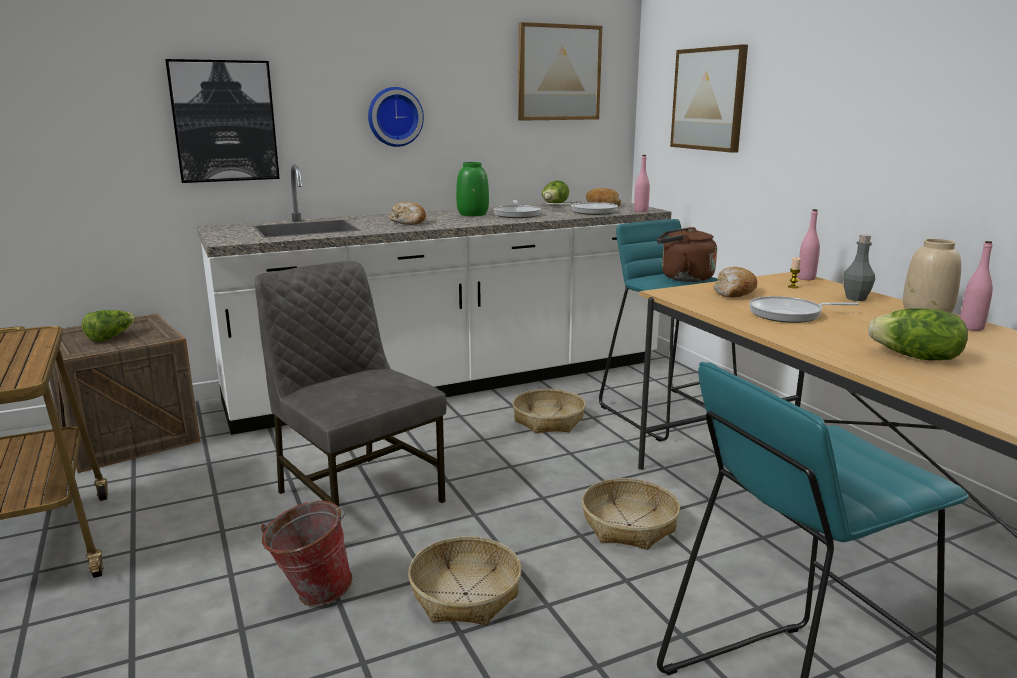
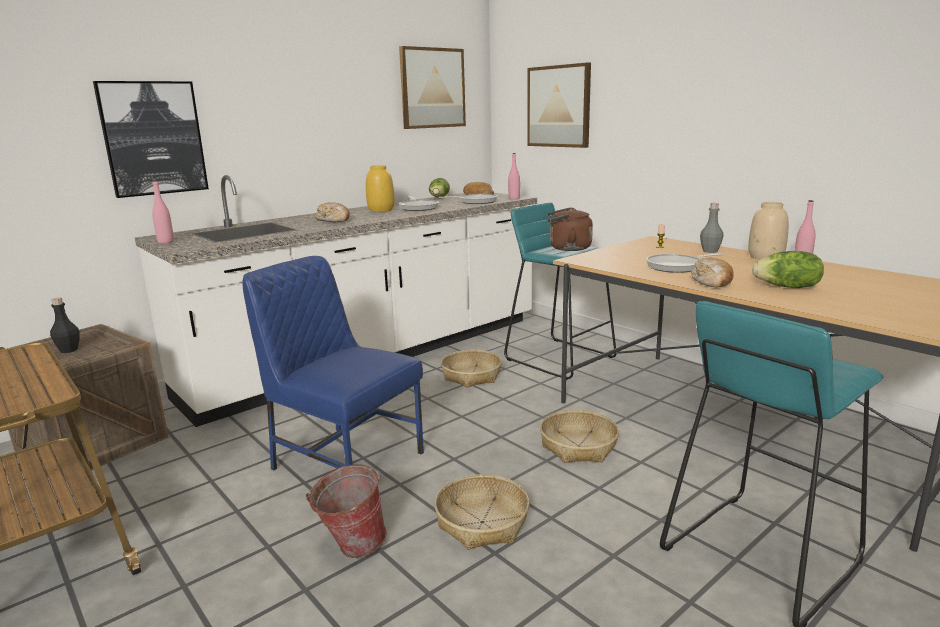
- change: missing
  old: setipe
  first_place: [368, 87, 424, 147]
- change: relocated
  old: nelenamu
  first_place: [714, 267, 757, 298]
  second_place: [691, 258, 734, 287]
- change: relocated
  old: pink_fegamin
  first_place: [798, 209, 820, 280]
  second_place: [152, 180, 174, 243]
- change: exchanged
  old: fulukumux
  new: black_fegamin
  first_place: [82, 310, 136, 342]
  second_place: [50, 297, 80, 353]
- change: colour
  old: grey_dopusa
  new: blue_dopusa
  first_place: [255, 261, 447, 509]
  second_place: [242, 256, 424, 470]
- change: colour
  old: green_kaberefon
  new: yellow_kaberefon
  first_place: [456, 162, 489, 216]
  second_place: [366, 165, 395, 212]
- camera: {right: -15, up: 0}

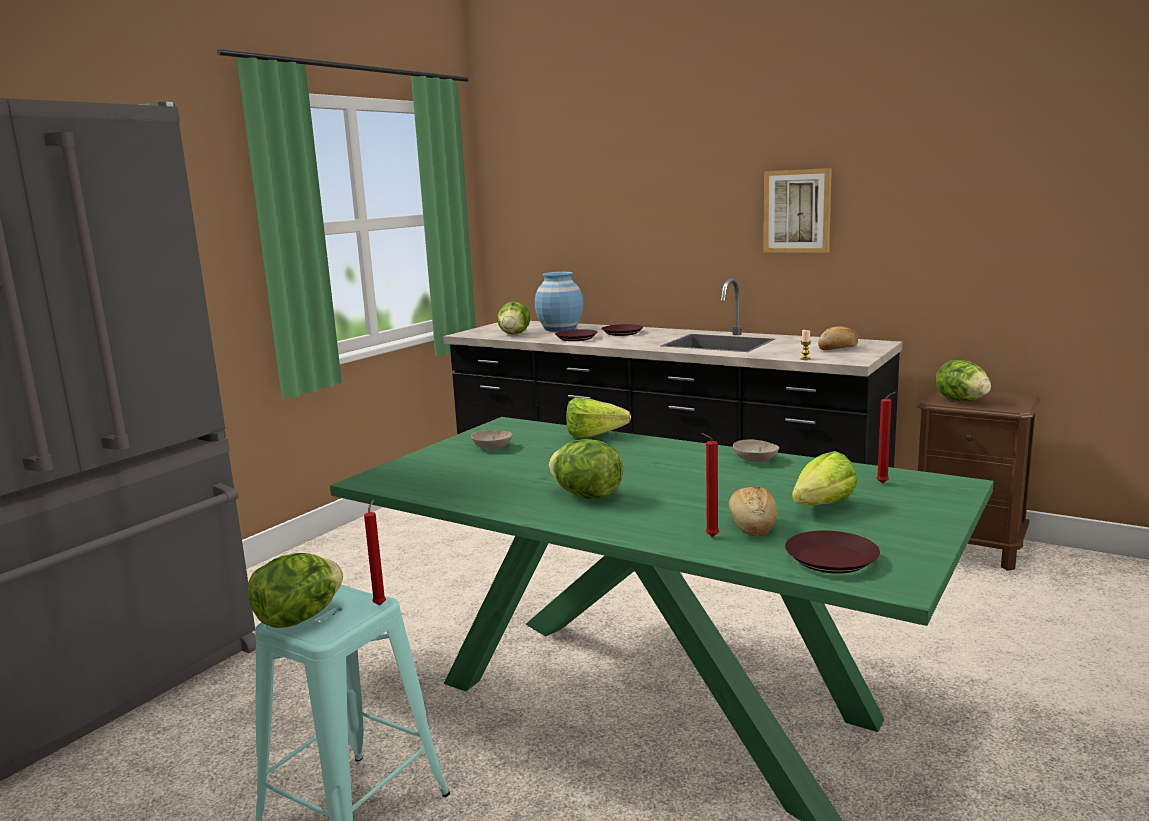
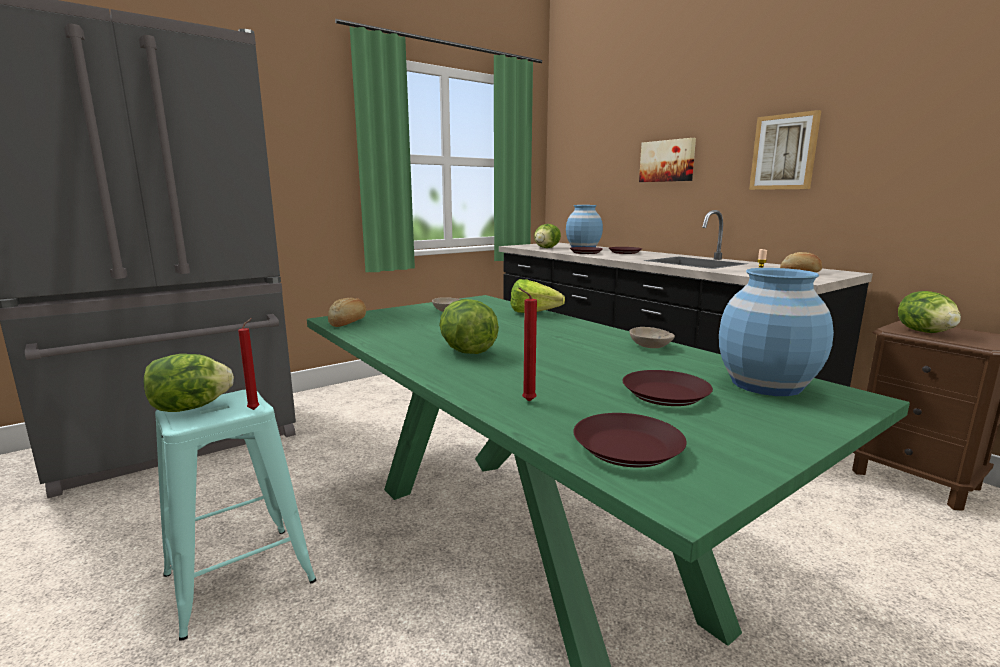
- change: appeared
  new: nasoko
  second_place: [639, 138, 696, 182]
- change: relocated
  old: nelenamu
  first_place: [728, 486, 777, 537]
  second_place: [328, 298, 366, 327]
- change: exchanged
  old: fulukumux
  new: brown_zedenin
  first_place: [792, 451, 857, 505]
  second_place: [623, 370, 713, 406]
- change: exchanged
  old: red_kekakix
  new: blue_kaberefon
  first_place: [876, 392, 896, 483]
  second_place: [719, 268, 834, 396]
- camera: {right: 20, up: 0}

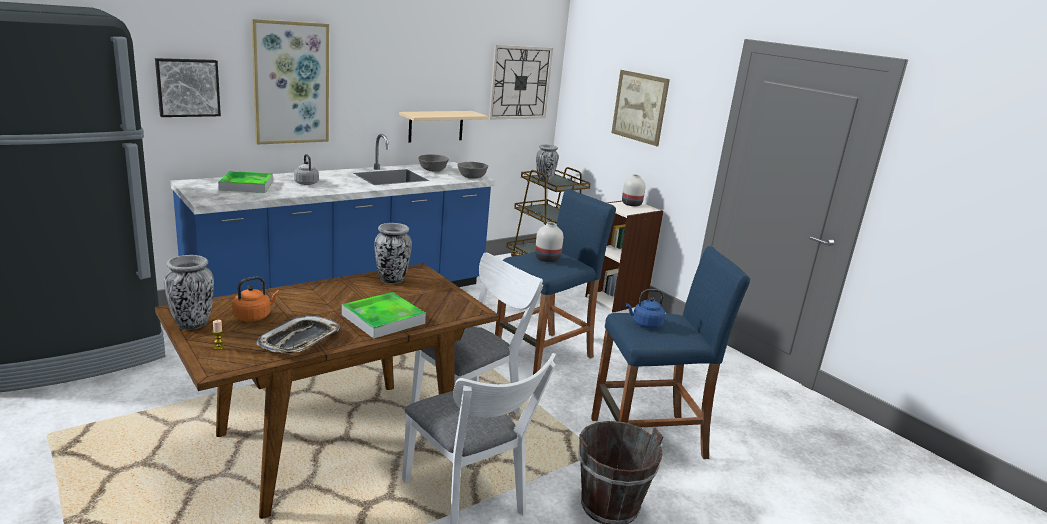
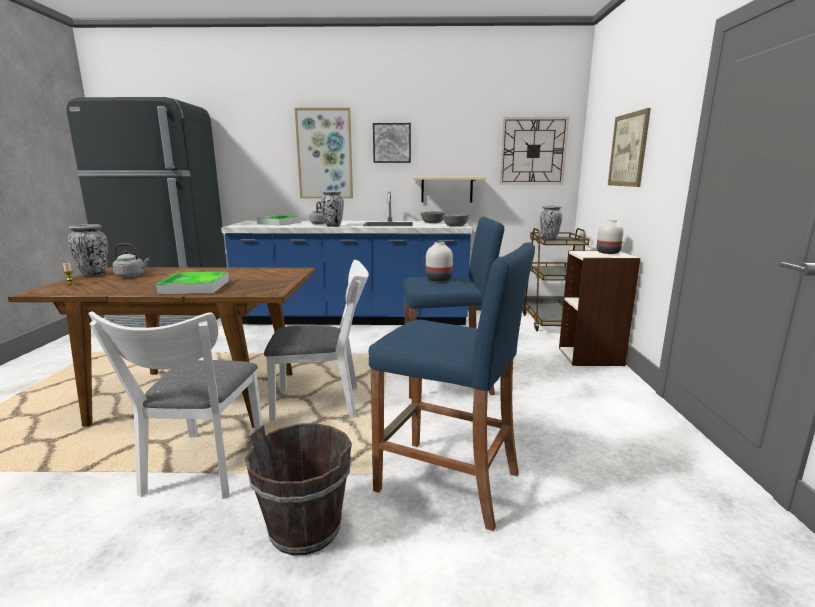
- change: missing
  old: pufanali
  first_place: [256, 315, 340, 353]
- change: missing
  old: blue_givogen
  first_place: [626, 289, 665, 329]
- change: relocated
  old: nasoko
  first_place: [155, 58, 221, 117]
  second_place: [373, 123, 411, 163]
- change: relocated
  old: kaberefon
  first_place: [374, 223, 412, 284]
  second_place: [321, 191, 344, 227]
- change: colour
  old: orange_givogen
  new: grey_givogen
  first_place: [232, 277, 280, 322]
  second_place: [113, 243, 149, 278]
- camera: {right: 40, up: -5}

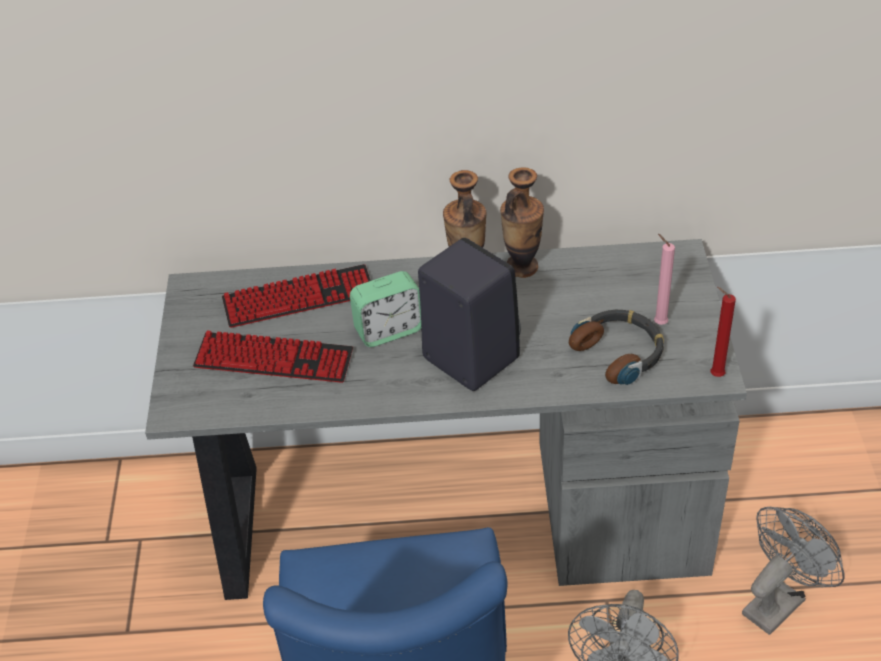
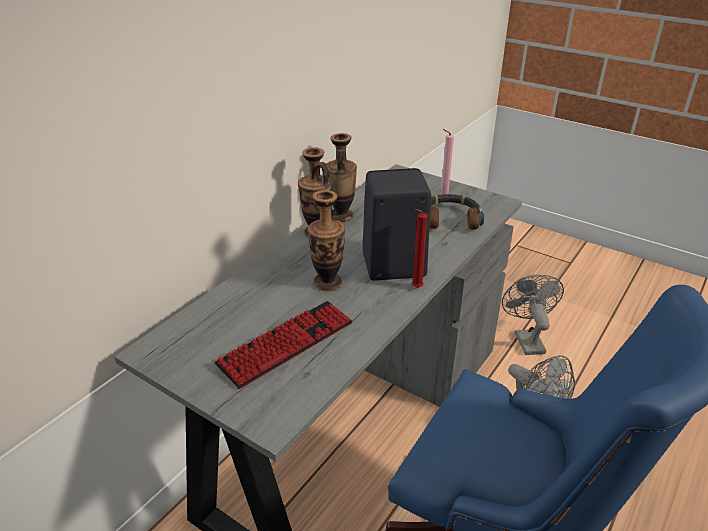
- change: missing
  old: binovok
  first_place: [222, 264, 371, 328]
- change: relocated
  old: red_kekakix
  first_place: [711, 287, 736, 377]
  second_place: [412, 209, 428, 288]
- change: exchanged
  old: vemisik
  new: kaberefon
  first_place: [350, 271, 421, 347]
  second_place: [307, 190, 345, 291]
- camera: {right: -55, up: -10}

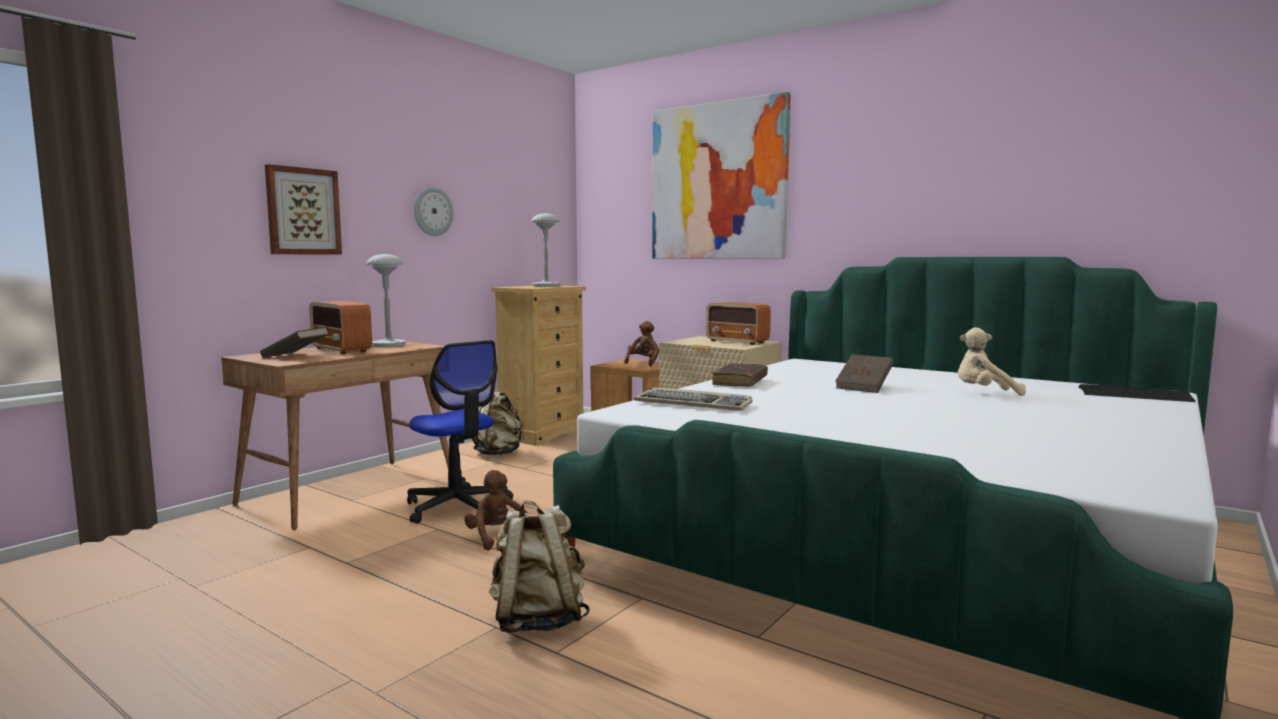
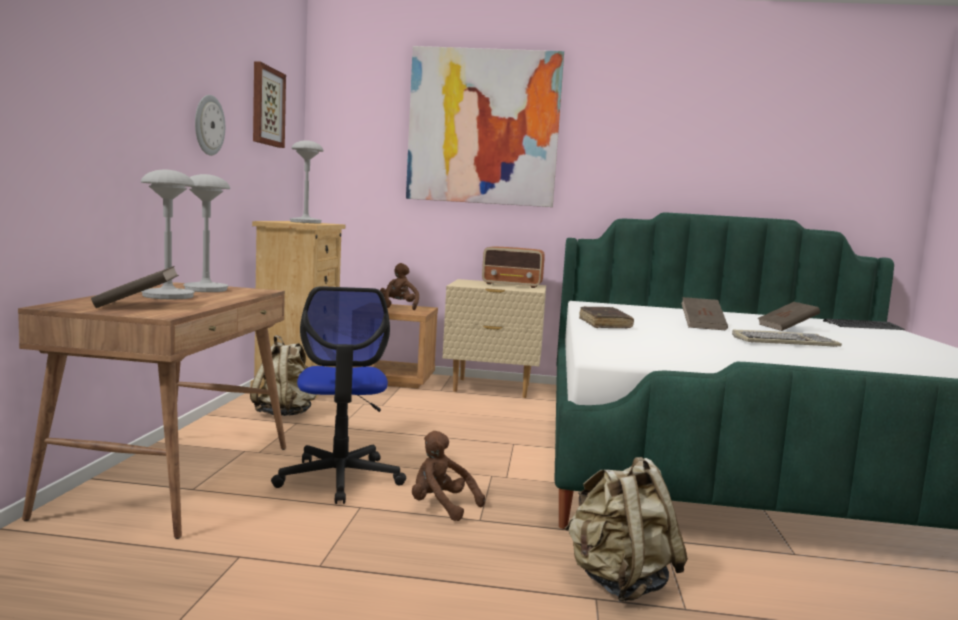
- change: relocated
  old: nasoko
  first_place: [265, 164, 342, 255]
  second_place: [253, 61, 286, 148]
- change: relocated
  old: binovok
  first_place: [634, 388, 753, 411]
  second_place: [732, 330, 842, 347]
- change: exchanged
  old: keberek
  new: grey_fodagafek
  first_place: [310, 301, 372, 354]
  second_place: [141, 170, 195, 299]
- change: exchanged
  old: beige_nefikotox
  new: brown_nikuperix
  first_place: [958, 327, 1026, 396]
  second_place: [758, 302, 820, 331]
- change: spun
  old: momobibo
  first_place: [407, 340, 513, 524]
  second_place: [271, 286, 406, 504]
  degrees: 60
- camera: {right: -30, up: 0}

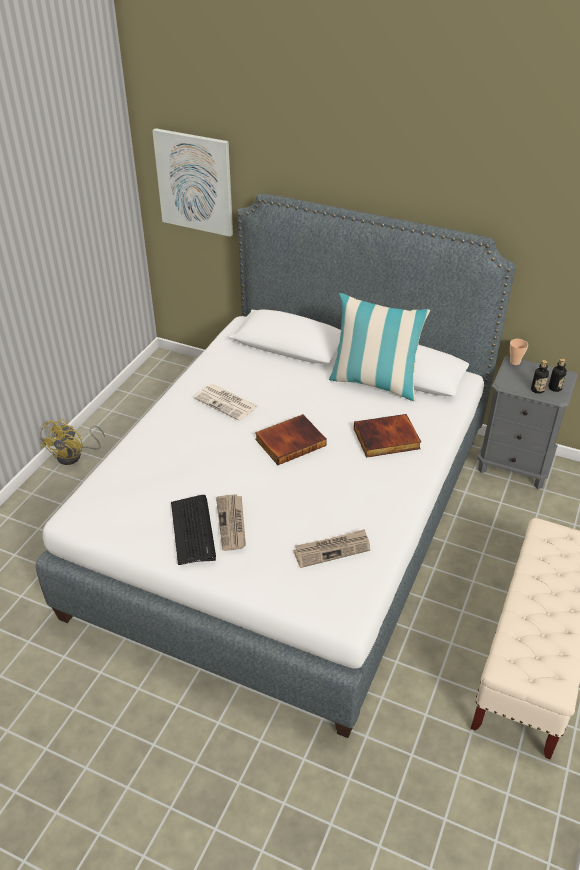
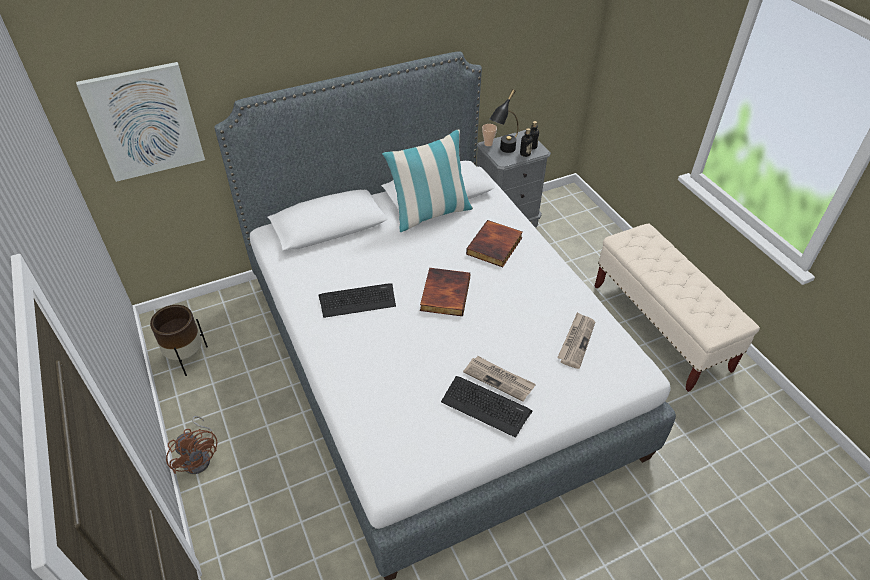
- change: appeared
  new: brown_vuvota
  second_place: [150, 305, 208, 376]
- change: appeared
  new: black_fodagafek
  second_place: [489, 89, 519, 153]
- change: exchanged
  old: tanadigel
  new: binovok
  first_place: [194, 384, 258, 421]
  second_place: [319, 284, 396, 318]
- change: colour
  old: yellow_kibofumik
  new: brown_kibofumik
  first_place: [41, 419, 105, 465]
  second_place: [166, 416, 217, 474]
- camera: {right: -50, up: 5}

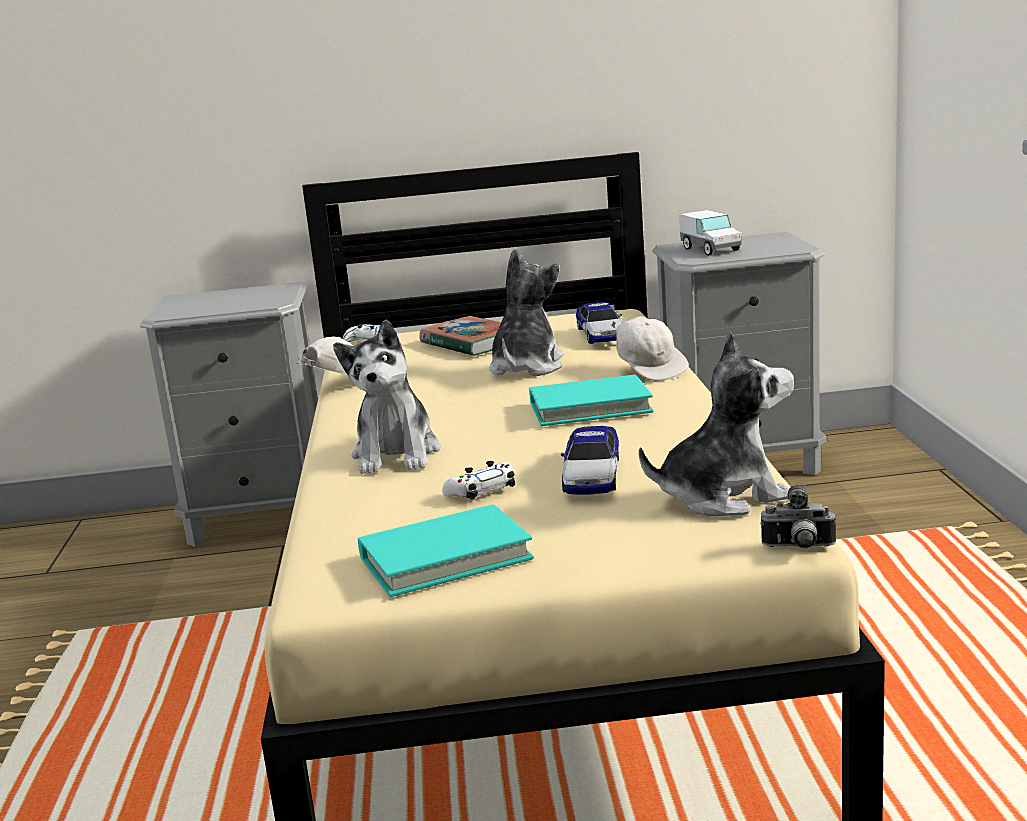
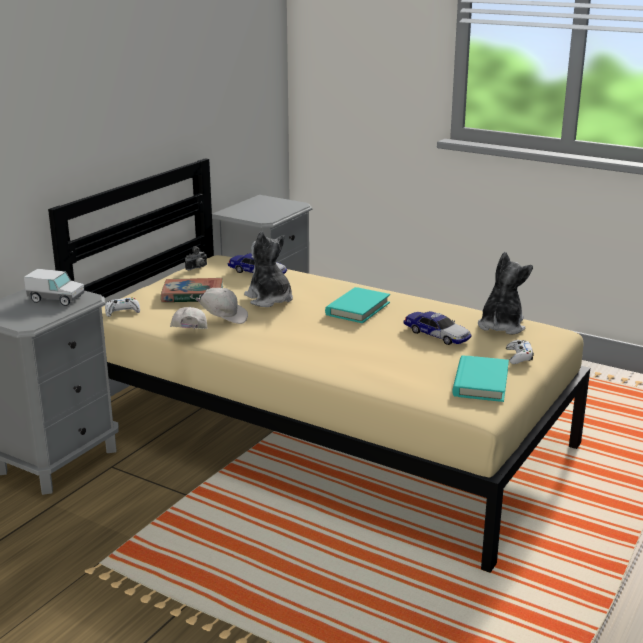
- change: missing
  old: nefikotox
  first_place: [333, 319, 441, 474]
- change: relocated
  old: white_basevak
  first_place: [442, 461, 515, 500]
  second_place: [506, 340, 534, 364]
- change: relocated
  old: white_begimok
  first_place: [611, 316, 689, 381]
  second_place: [190, 288, 248, 324]
- change: relocated
  old: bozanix
  first_place: [679, 210, 742, 255]
  second_place: [24, 269, 84, 306]
- change: relocated
  old: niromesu
  first_place: [760, 484, 837, 548]
  second_place: [185, 246, 207, 270]
- camera: {right: -55, up: 5}

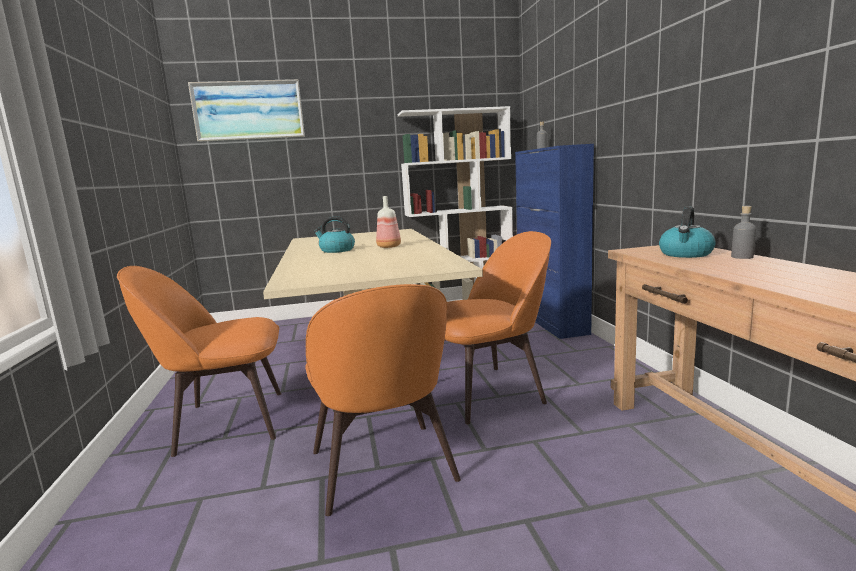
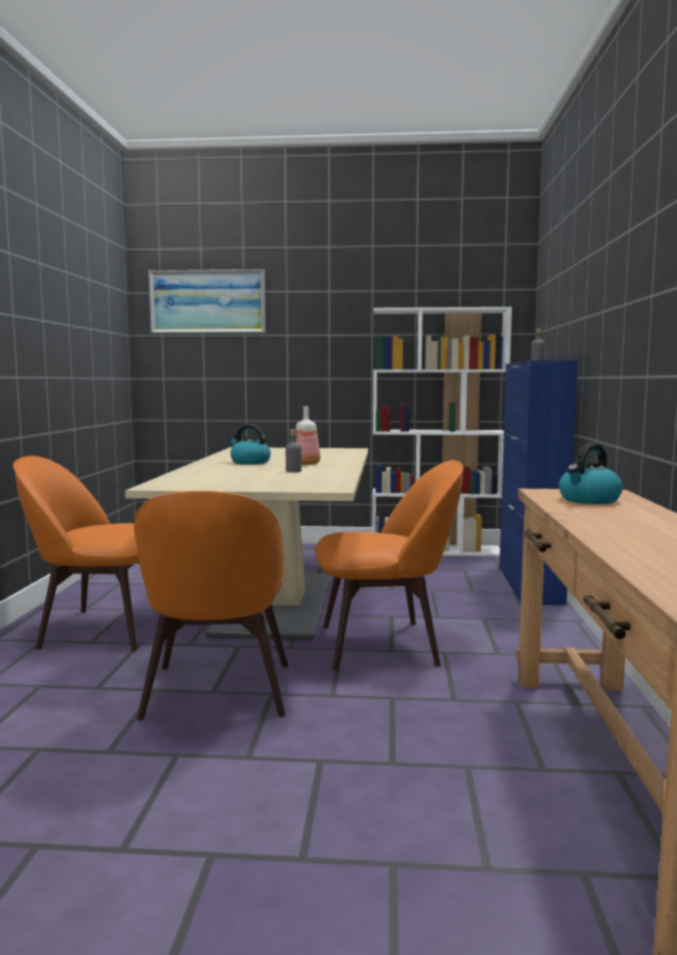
- change: relocated
  old: grey_fegamin
  first_place: [731, 206, 756, 259]
  second_place: [286, 429, 302, 472]
- camera: {right: 15, up: -5}

